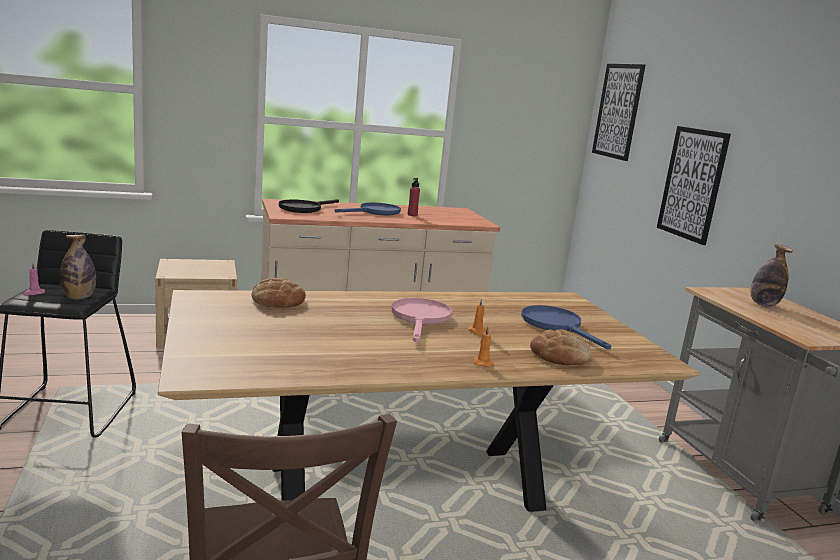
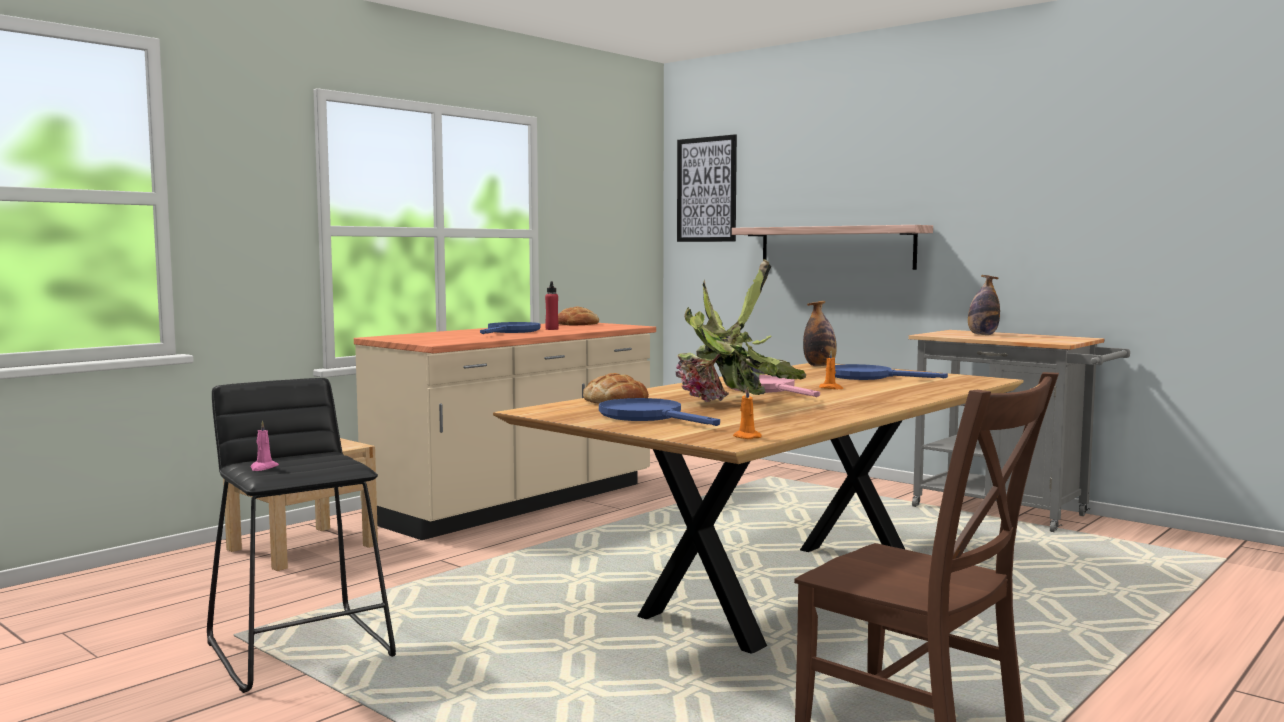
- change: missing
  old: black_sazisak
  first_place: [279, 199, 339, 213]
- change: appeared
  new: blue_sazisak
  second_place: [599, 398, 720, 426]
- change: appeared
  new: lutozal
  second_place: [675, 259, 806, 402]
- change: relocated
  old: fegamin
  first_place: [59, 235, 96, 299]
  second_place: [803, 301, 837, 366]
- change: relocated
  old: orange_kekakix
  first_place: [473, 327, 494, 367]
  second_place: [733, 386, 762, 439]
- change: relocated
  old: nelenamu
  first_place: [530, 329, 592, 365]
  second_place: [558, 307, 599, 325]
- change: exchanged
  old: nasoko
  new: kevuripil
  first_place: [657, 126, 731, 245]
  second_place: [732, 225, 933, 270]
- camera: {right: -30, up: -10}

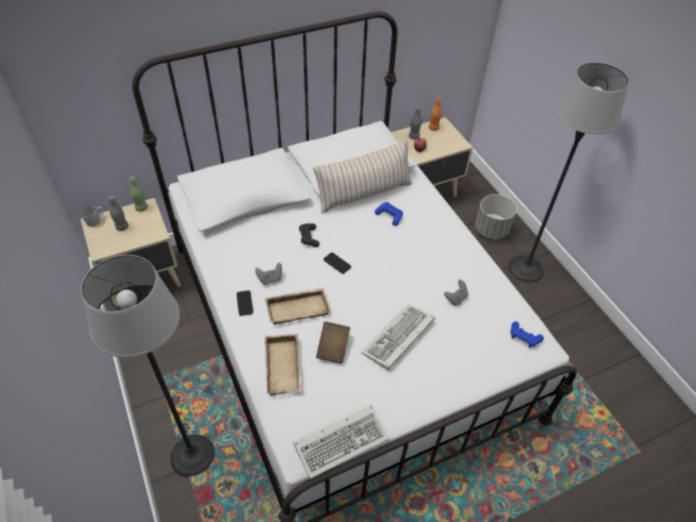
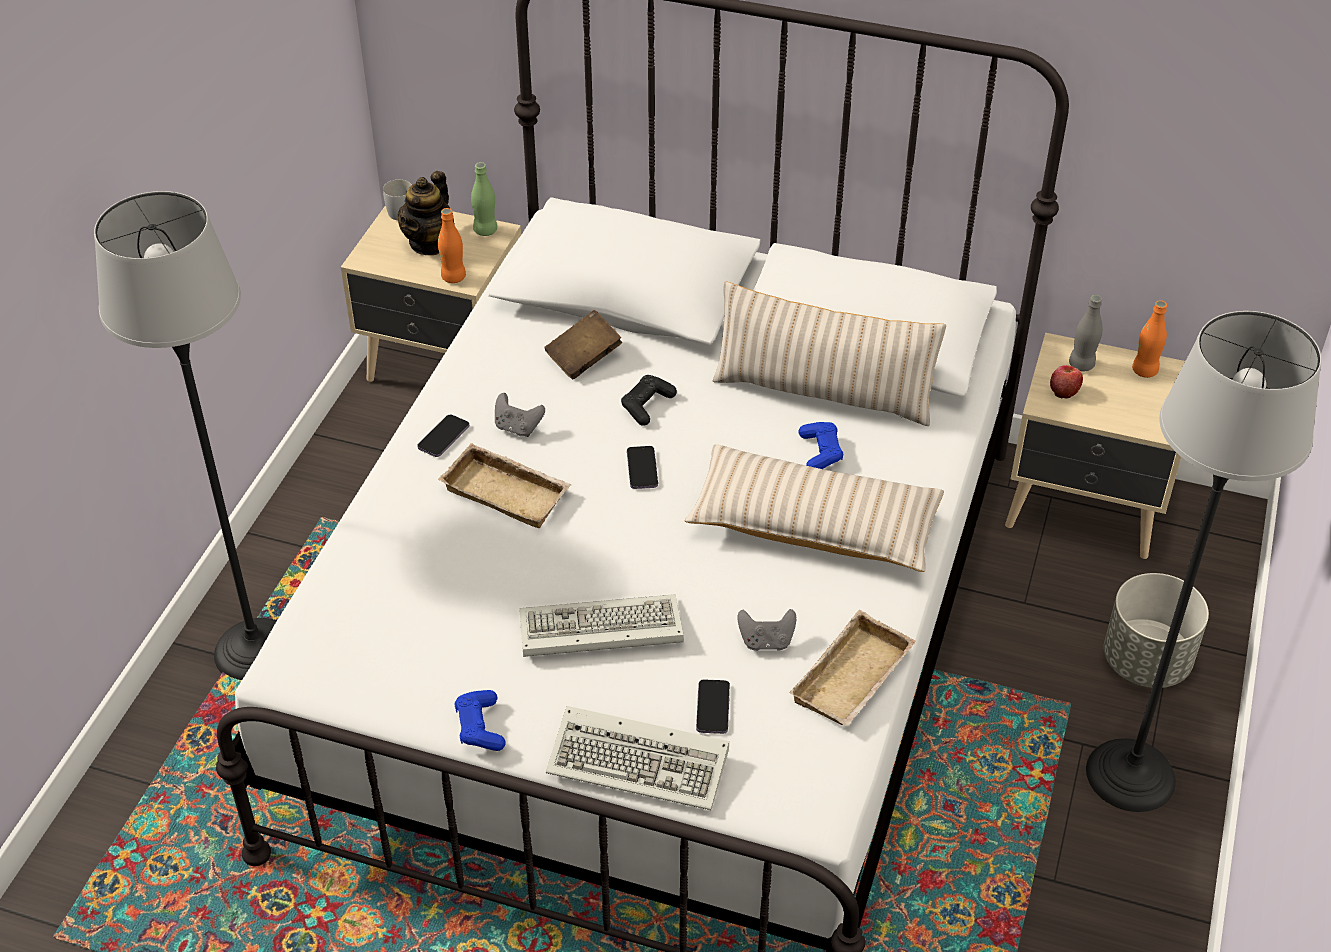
- change: appeared
  new: orange_fegamin
  second_place: [438, 208, 466, 283]
- change: appeared
  new: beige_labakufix
  second_place: [685, 444, 944, 572]
- change: appeared
  new: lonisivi
  second_place: [696, 679, 730, 734]
- change: relocated
  old: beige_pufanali
  first_place: [265, 334, 303, 396]
  second_place: [789, 610, 916, 727]
- change: relocated
  old: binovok
  first_place: [293, 404, 389, 479]
  second_place: [546, 706, 729, 810]
- change: relocated
  old: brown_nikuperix
  first_place: [316, 322, 350, 363]
  second_place: [544, 310, 622, 379]
- change: relocated
  old: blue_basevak
  first_place: [511, 321, 544, 348]
  second_place: [454, 690, 506, 751]
- change: exchanged
  old: grey_fegamin
  new: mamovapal
  first_place: [108, 195, 129, 231]
  second_place: [398, 171, 455, 255]
- camera: {right: 45, up: -5}

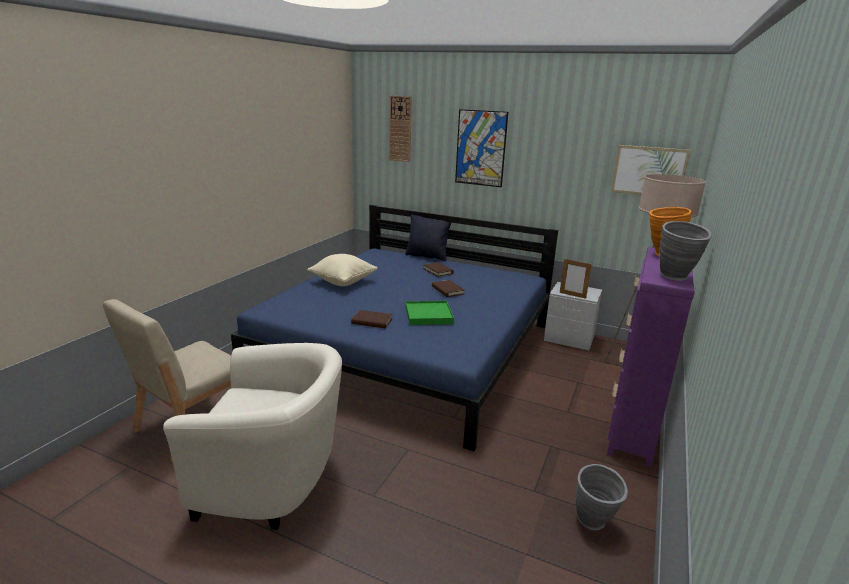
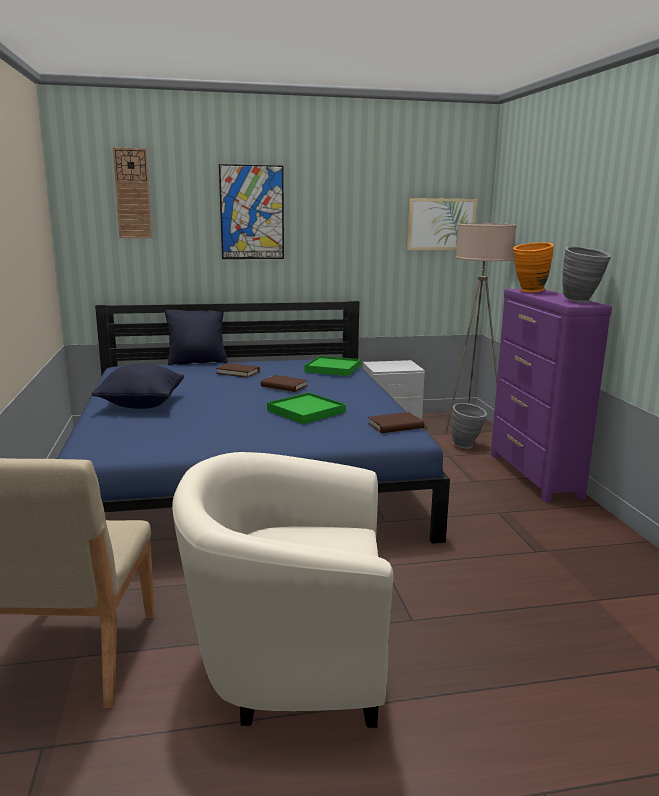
- change: missing
  old: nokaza
  first_place: [560, 258, 592, 299]
- change: appeared
  new: green_pufanali
  second_place: [304, 356, 361, 376]
- change: relocated
  old: brown_nikuperix
  first_place: [351, 310, 392, 328]
  second_place: [368, 412, 424, 433]
- change: relocated
  old: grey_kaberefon
  first_place: [576, 464, 628, 530]
  second_place: [451, 403, 487, 449]
- change: colour
  old: beige_labakufix
  new: black_labakufix
  first_place: [308, 254, 378, 286]
  second_place: [91, 363, 184, 409]
- change: spun
  old: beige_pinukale
  first_place: [163, 343, 342, 530]
  second_place: [172, 452, 393, 728]
  degrees: -150
- camera: {right: -35, up: -5}

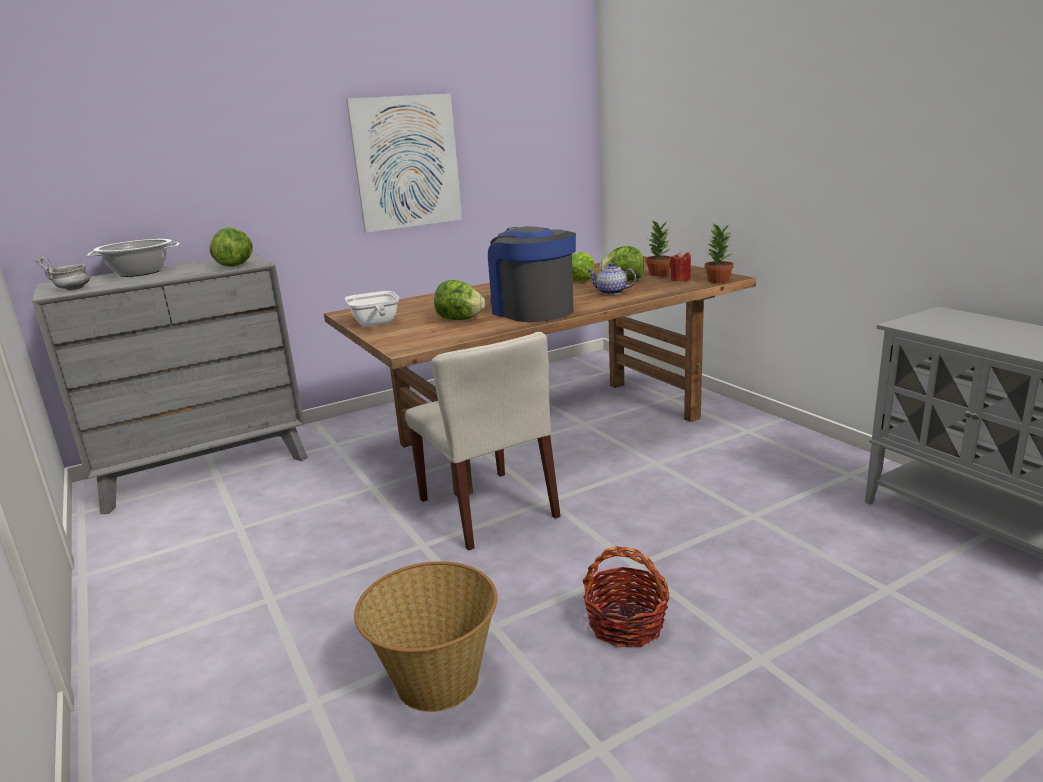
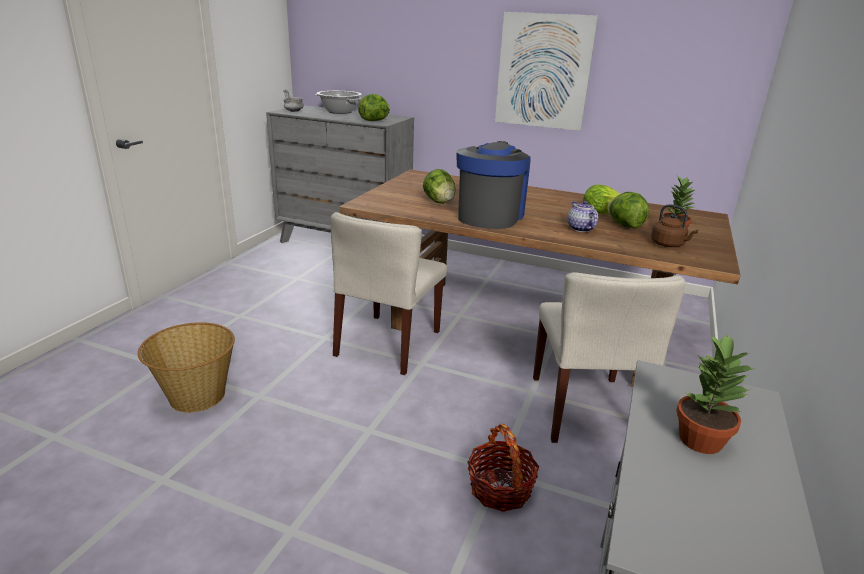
- change: missing
  old: sazisak
  first_place: [345, 291, 399, 327]
- change: appeared
  new: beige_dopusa
  second_place: [533, 272, 685, 443]
- change: relocated
  old: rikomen
  first_place: [582, 547, 670, 647]
  second_place: [467, 424, 539, 512]
- change: relocated
  old: lutozal
  first_place: [704, 223, 734, 283]
  second_place: [676, 334, 756, 454]
- change: exchanged
  old: red_kekakix
  new: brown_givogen
  first_place: [670, 251, 691, 281]
  second_place: [651, 204, 698, 247]
- camera: {right: 50, up: 5}

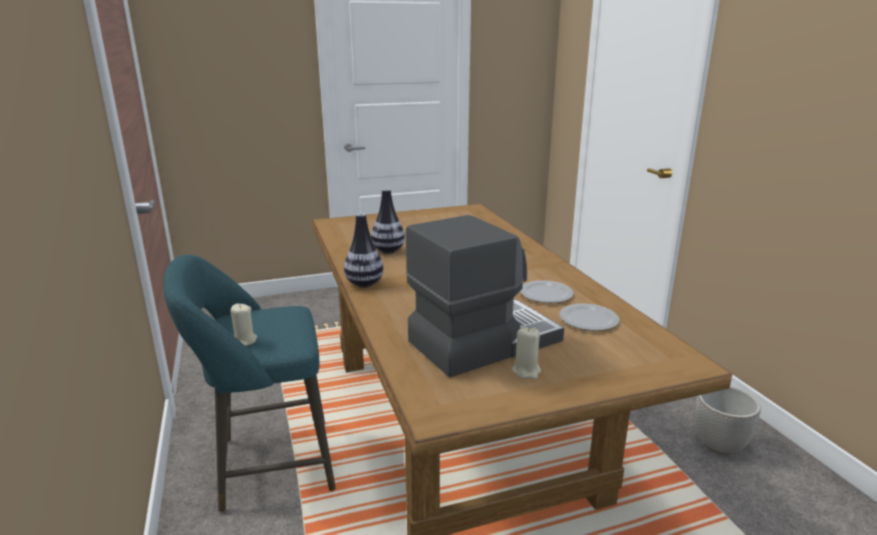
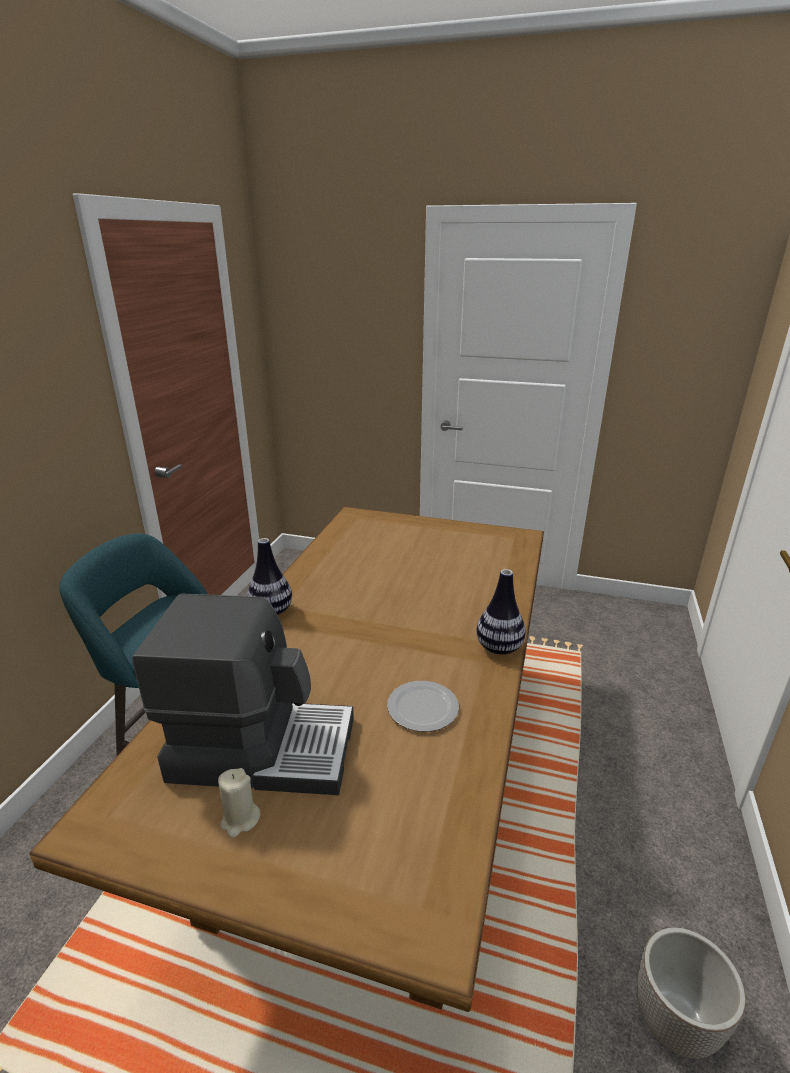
- change: missing
  old: beige_kekakix
  first_place: [231, 304, 257, 346]
- change: missing
  old: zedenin
  first_place: [559, 304, 620, 331]
- change: relocated
  old: kaberefon
  first_place: [371, 188, 405, 254]
  second_place: [476, 569, 526, 655]
- camera: {right: 35, up: 5}

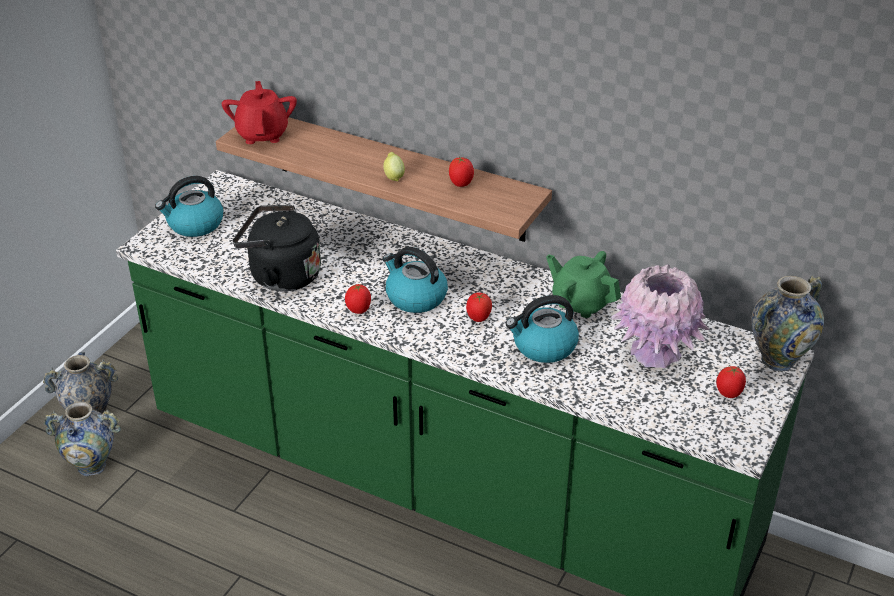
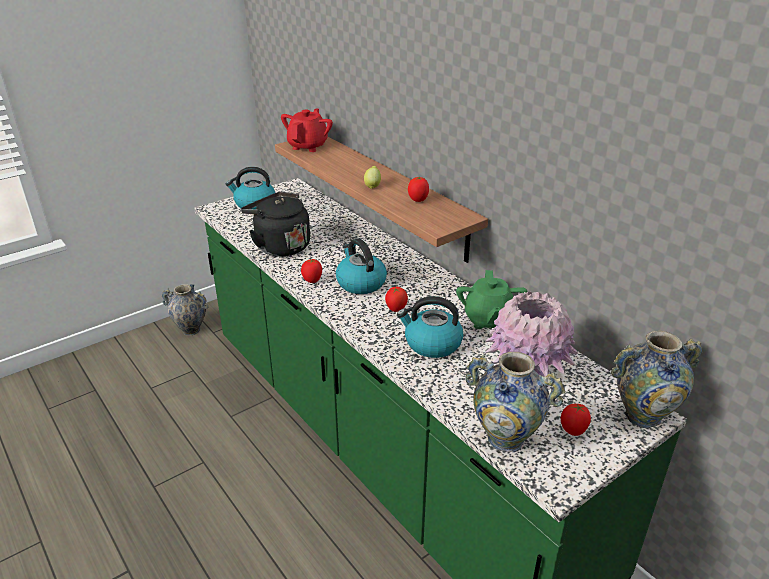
- change: relocated
  old: kaberefon
  first_place: [44, 402, 121, 476]
  second_place: [465, 352, 565, 452]
- change: spun
  old: green_mamovapal
  first_place: [546, 251, 621, 318]
  second_place: [456, 270, 527, 329]
  degrees: -150
- camera: {right: 25, up: -5}

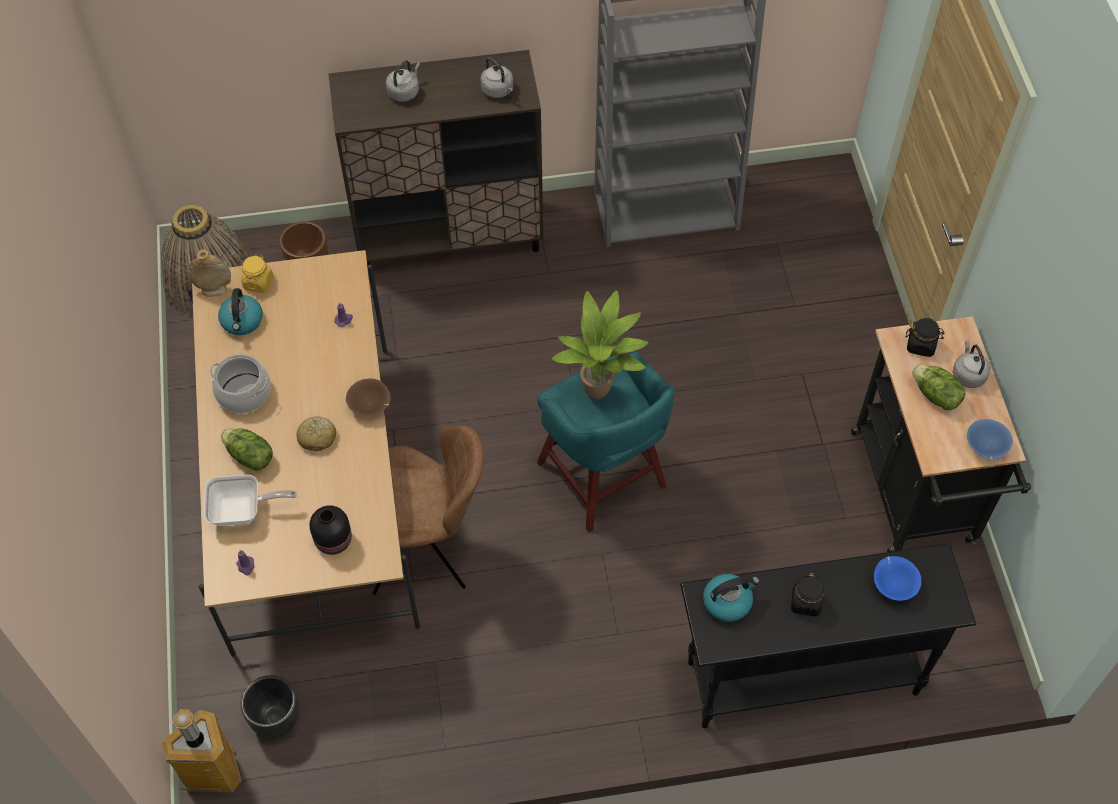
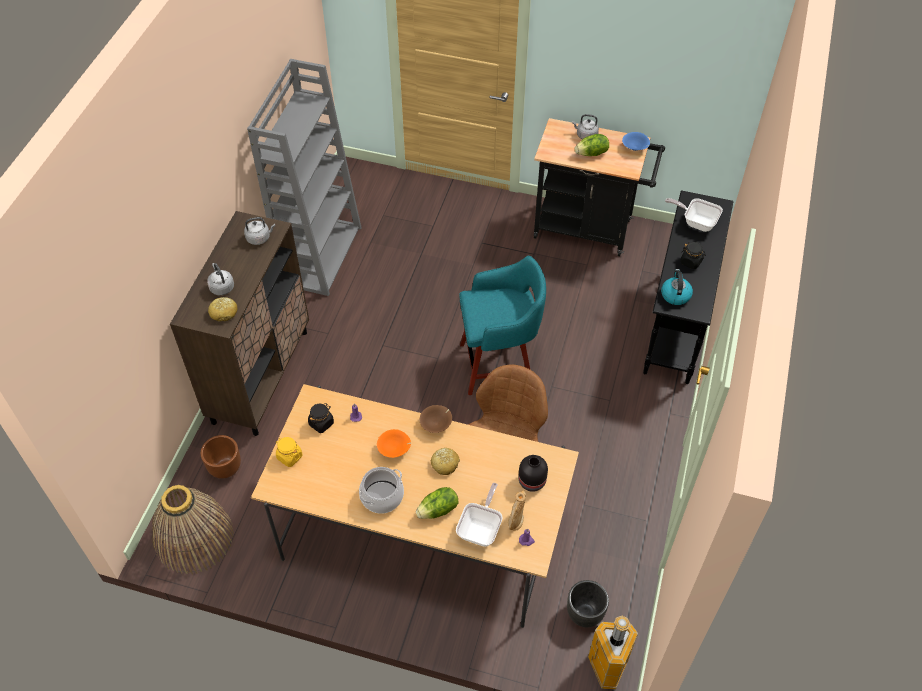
- change: missing
  old: givogen
  first_place: [218, 288, 263, 335]
- change: missing
  old: lutozal
  first_place: [551, 290, 648, 399]
- change: appeared
  new: nelenamu
  second_place: [208, 297, 237, 322]
- change: appeared
  new: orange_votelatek
  second_place: [377, 429, 411, 458]
- change: relocated
  old: beige_kaberefon
  first_place: [187, 249, 231, 297]
  second_place: [508, 490, 526, 531]
- change: relocated
  old: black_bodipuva
  first_place: [906, 318, 945, 357]
  second_place: [308, 403, 334, 433]
- change: exchanged
  old: blue_votelatek
  new: sazisak
  first_place: [874, 556, 921, 601]
  second_place: [665, 198, 723, 232]
- camera: {right: -65, up: -5}

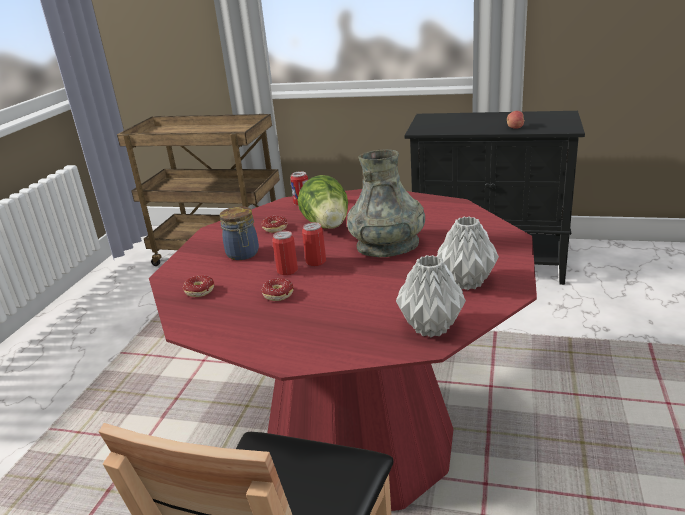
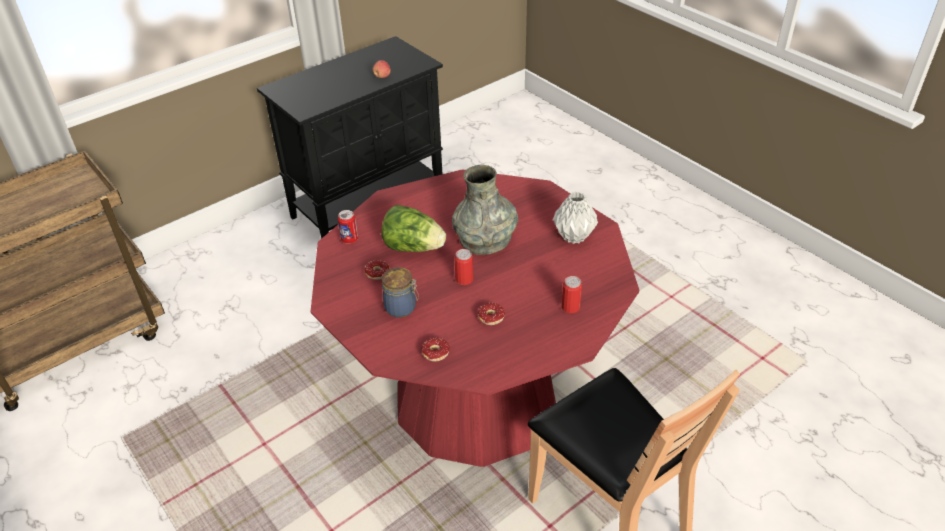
- change: missing
  old: grey_kaberefon
  first_place: [396, 255, 466, 337]
- change: relocated
  old: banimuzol
  first_place: [272, 231, 298, 275]
  second_place: [561, 276, 582, 313]
- camera: {right: -55, up: 15}

